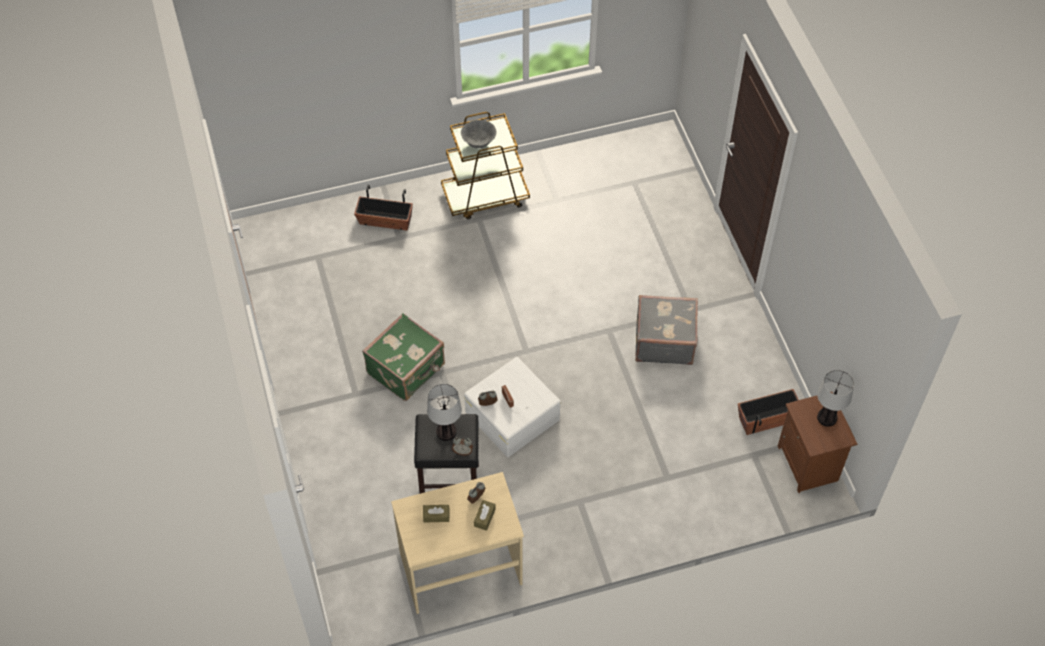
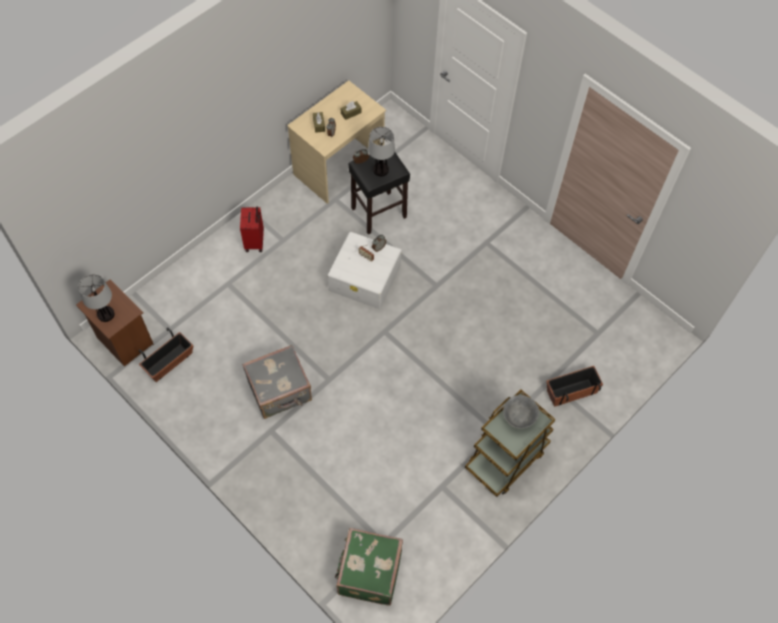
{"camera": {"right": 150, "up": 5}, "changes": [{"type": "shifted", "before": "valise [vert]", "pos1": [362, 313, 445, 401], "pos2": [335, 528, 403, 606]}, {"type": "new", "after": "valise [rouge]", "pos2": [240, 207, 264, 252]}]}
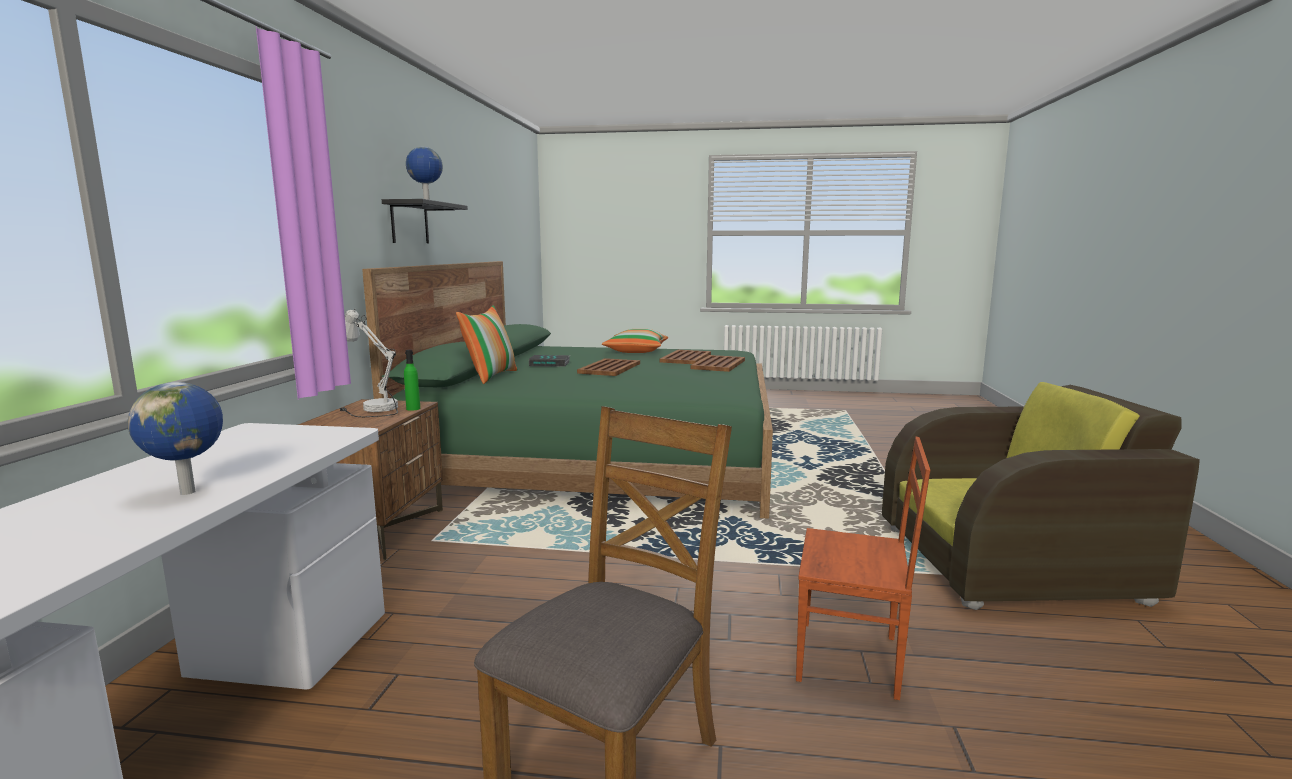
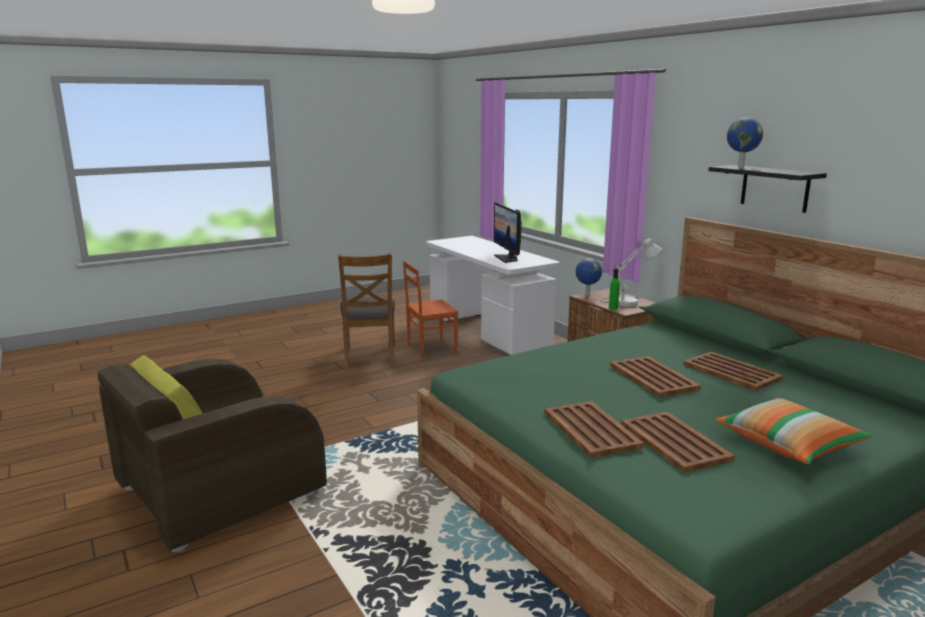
{"camera": {"right": 140, "up": 5}, "changes": [{"type": "gone", "before": "coussin", "pos1": [456, 305, 518, 384]}, {"type": "swapped", "before": "livre", "after": "plateau [marron]", "pos1": [529, 355, 570, 367], "pos2": [683, 351, 783, 391]}, {"type": "shifted", "before": "globe", "pos1": [127, 382, 223, 495], "pos2": [575, 258, 602, 297]}, {"type": "shifted", "before": "chaise [marron]", "pos1": [796, 437, 931, 700], "pos2": [403, 261, 459, 359]}, {"type": "new", "after": "écran d'ordinateur", "pos2": [494, 202, 522, 263]}]}
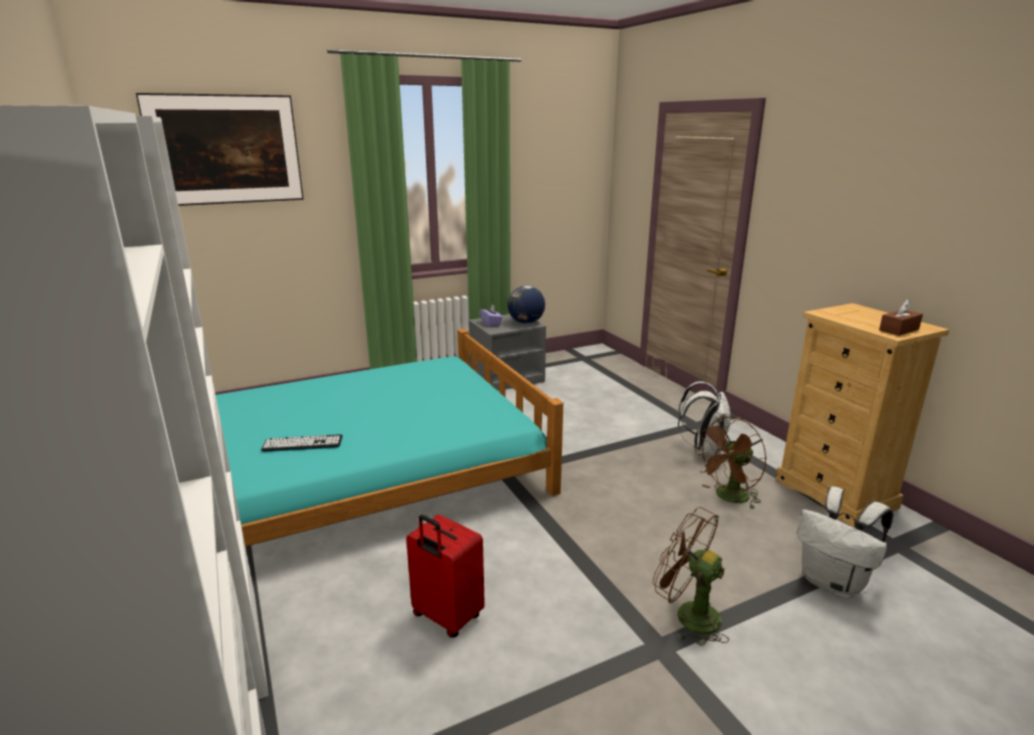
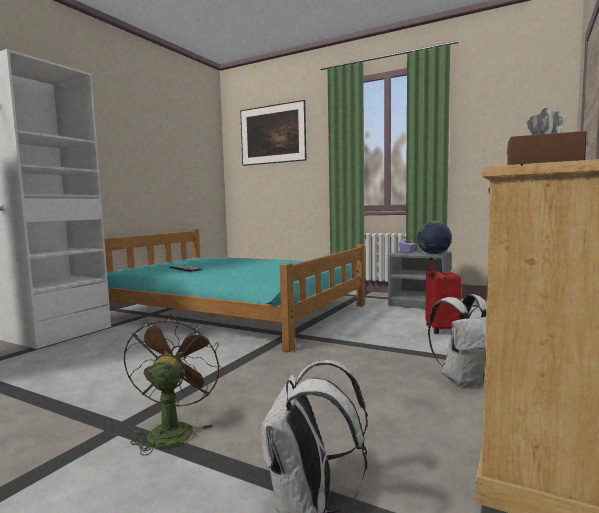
{"camera": {"right": 55, "up": -15}, "changes": [{"type": "gone", "before": "ventilateur [marron]", "pos1": [694, 416, 767, 509]}, {"type": "shifted", "before": "valise [rouge]", "pos1": [406, 514, 485, 638], "pos2": [426, 257, 462, 334]}]}
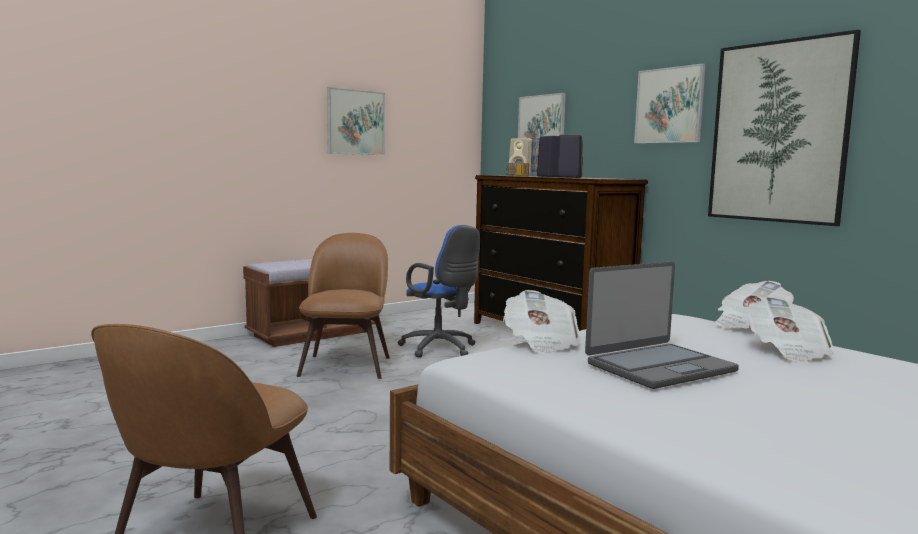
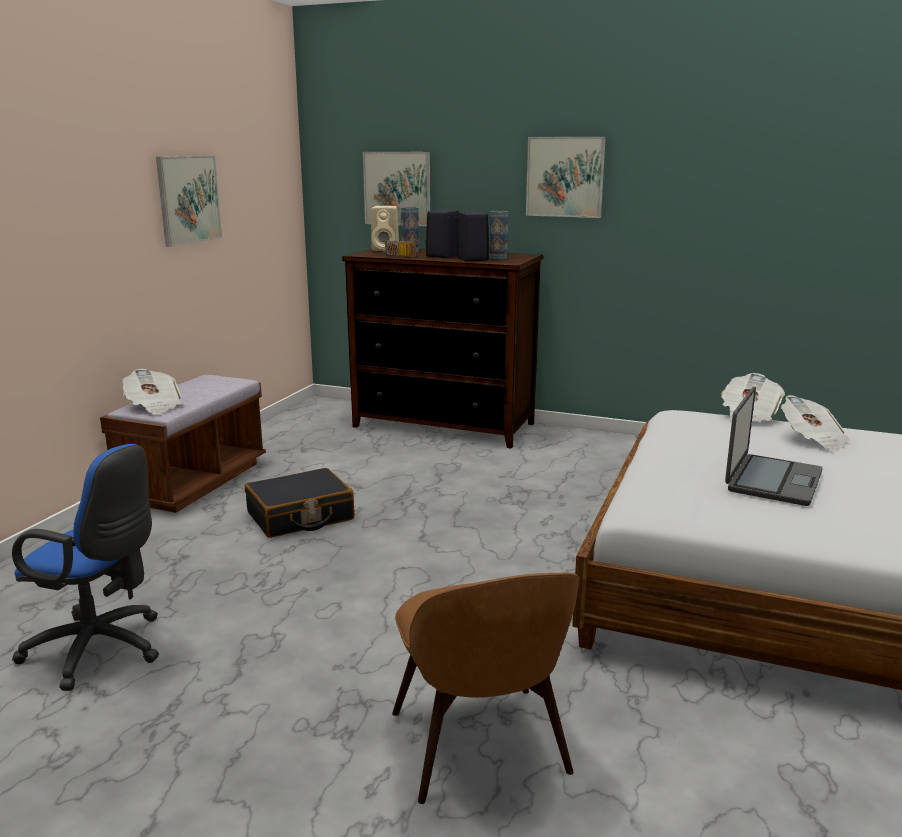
{"camera": {"right": -30, "up": 10}, "changes": [{"type": "gone", "before": "tableau", "pos1": [708, 30, 861, 226]}, {"type": "shifted", "before": "chaise de bureau [bleu]", "pos1": [398, 225, 480, 358], "pos2": [12, 444, 159, 691]}, {"type": "swapped", "before": "chaise [marron]", "after": "valise [noir]", "pos1": [296, 233, 390, 379], "pos2": [245, 468, 354, 538]}, {"type": "shifted", "before": "journal", "pos1": [503, 290, 579, 354], "pos2": [122, 369, 182, 415]}, {"type": "new", "after": "vase", "pos2": [489, 211, 508, 259]}]}
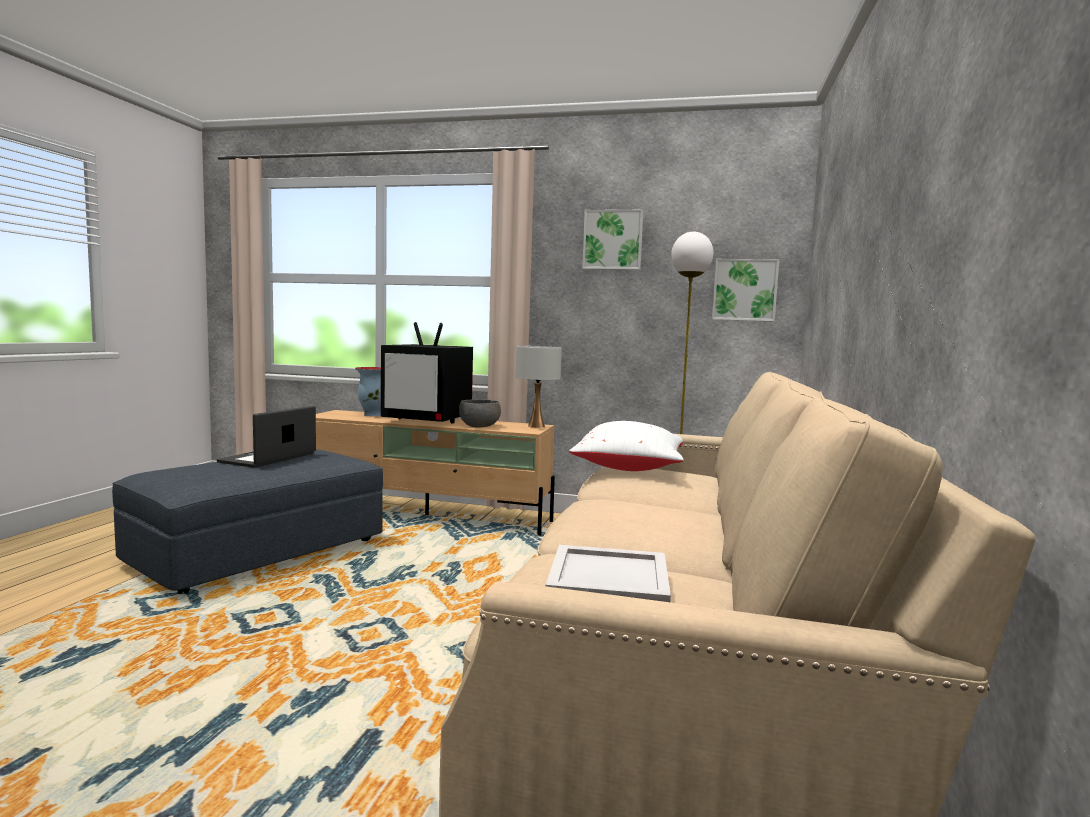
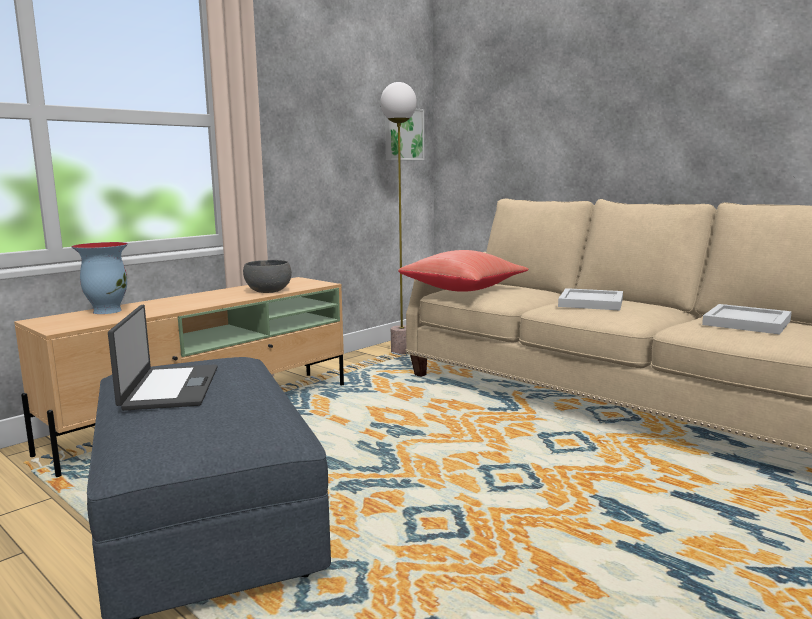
{"camera": {"right": -60, "up": 5}, "changes": [{"type": "gone", "before": "tableau", "pos1": [582, 209, 643, 270]}, {"type": "gone", "before": "téléviseur", "pos1": [381, 322, 473, 423]}, {"type": "gone", "before": "lampe de table [blanc]", "pos1": [516, 346, 562, 428]}, {"type": "rotated", "before": "ordinateur portable", "pos1": [217, 406, 316, 468], "pos2": [108, 304, 218, 411], "turn": -150}, {"type": "repainted", "before": "coussin [blanc]", "after": "coussin [rouge]", "pos1": [569, 421, 684, 471], "pos2": [398, 250, 528, 292]}, {"type": "new", "after": "plateau [blanc]", "pos2": [558, 288, 623, 311]}]}
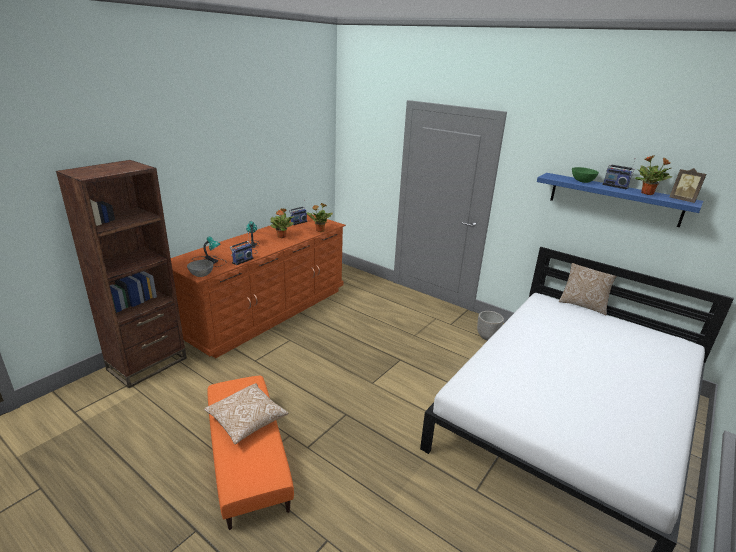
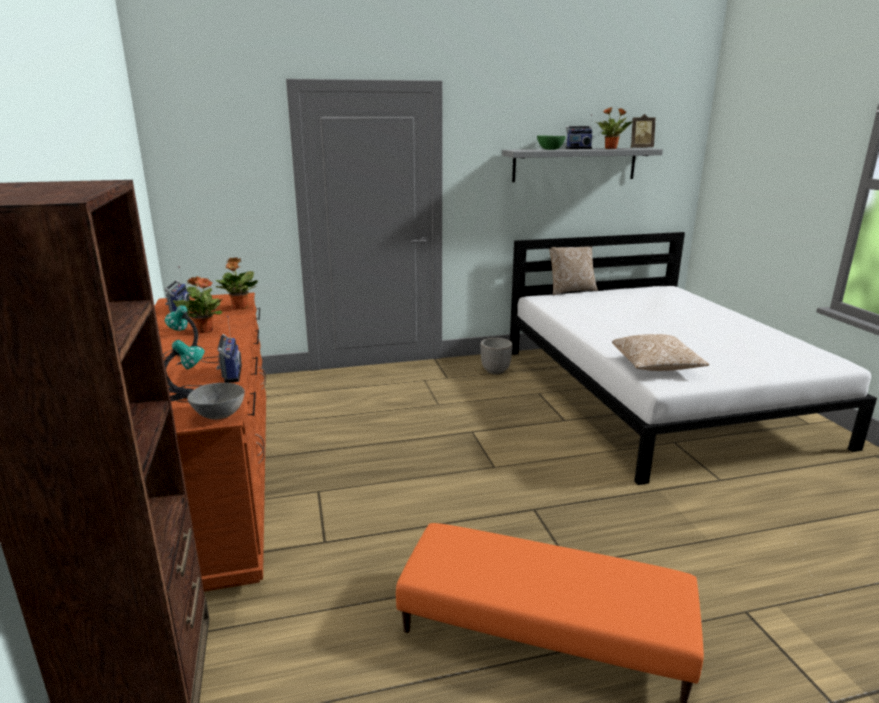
{"camera": {"right": -50, "up": -5}, "changes": [{"type": "repainted", "before": "étagère [bleu]", "after": "étagère [gris]", "pos1": [537, 173, 703, 227], "pos2": [502, 148, 663, 182]}, {"type": "shifted", "before": "coussin", "pos1": [204, 383, 289, 445], "pos2": [612, 334, 709, 371]}]}
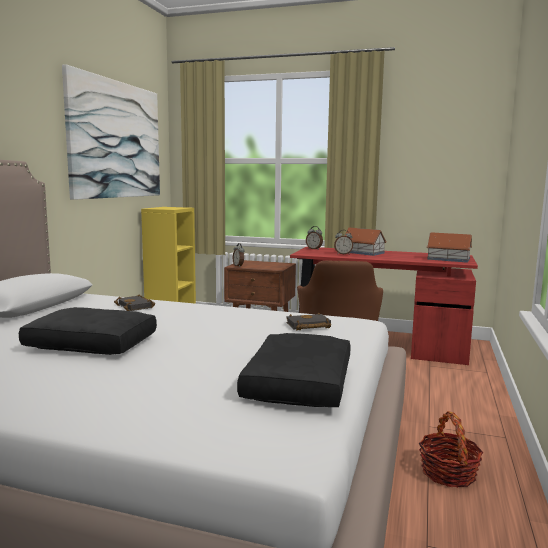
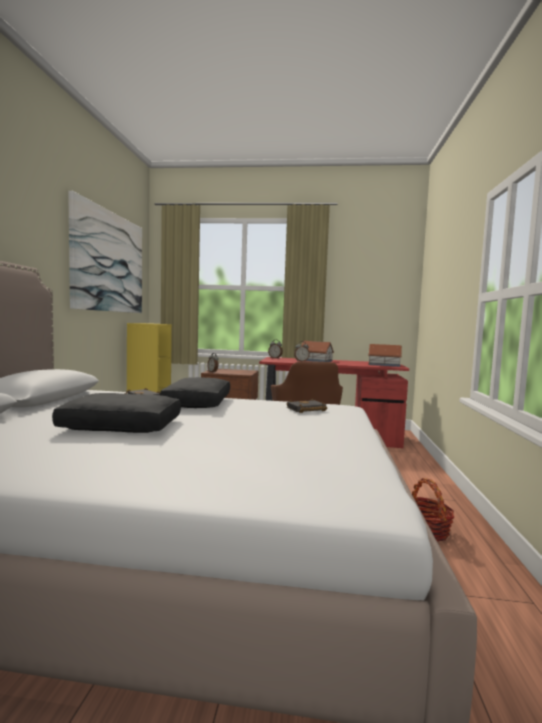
{"camera": {"right": -10, "up": -5}, "changes": [{"type": "shifted", "before": "coussin [noir]", "pos1": [237, 333, 351, 407], "pos2": [160, 377, 230, 408]}]}
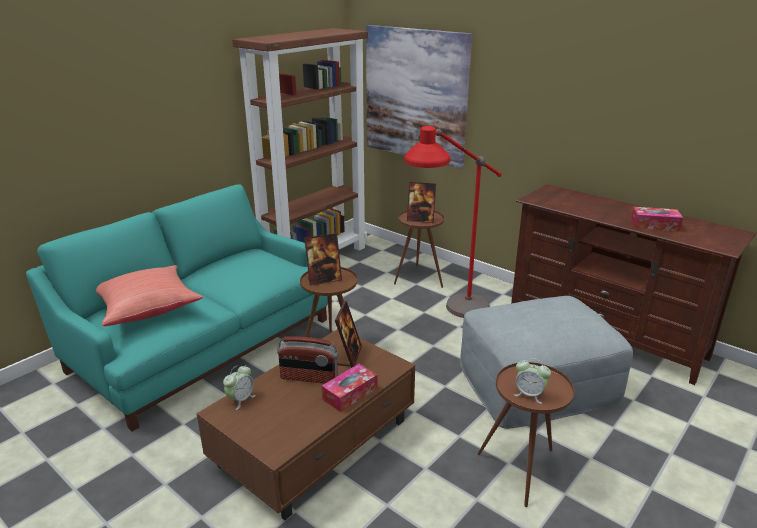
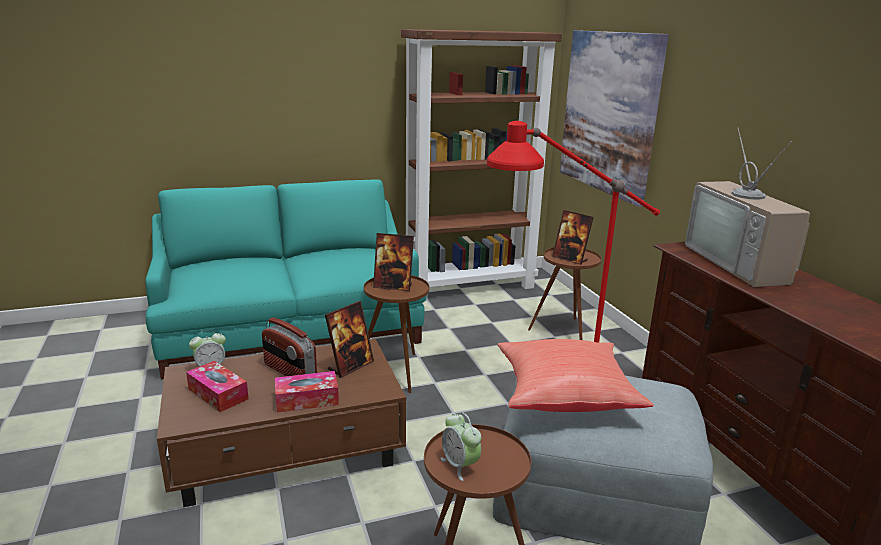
{"camera": {"right": 30, "up": -5}, "changes": [{"type": "shifted", "before": "boîte à mouchoirs", "pos1": [630, 207, 683, 231], "pos2": [186, 361, 249, 412]}, {"type": "shifted", "before": "coussin [rouge]", "pos1": [96, 265, 203, 326], "pos2": [497, 339, 654, 412]}, {"type": "new", "after": "téléviseur", "pos2": [685, 128, 810, 287]}]}
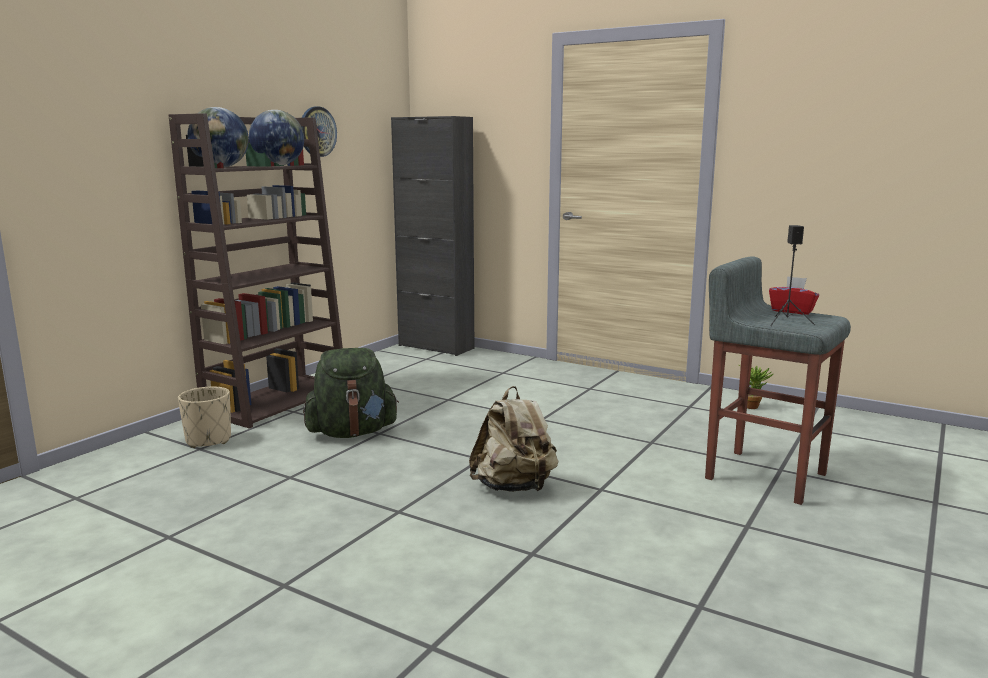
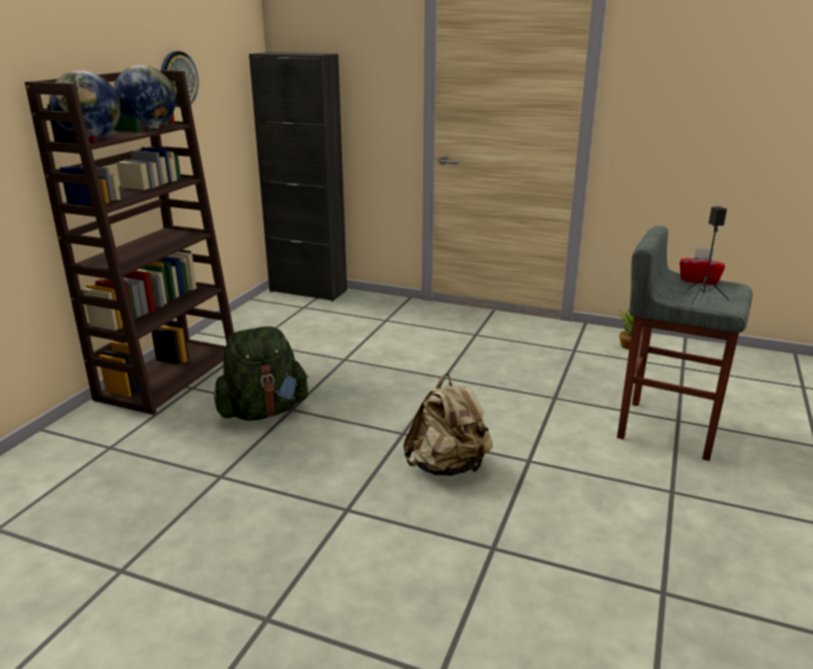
{"camera": {"right": -10, "up": 10}, "changes": [{"type": "gone", "before": "cache-pot [beige]", "pos1": [178, 386, 231, 448]}]}
